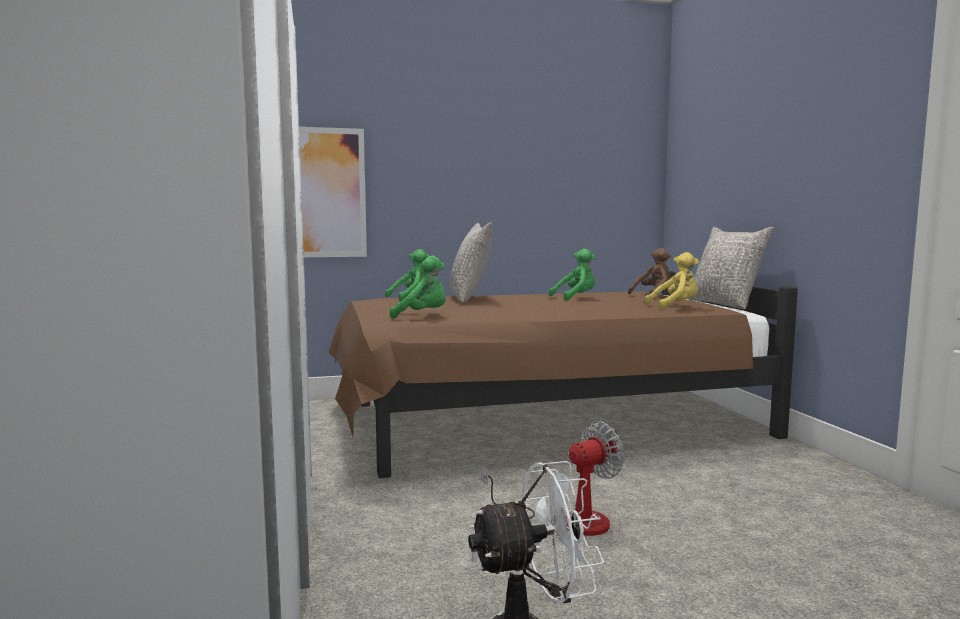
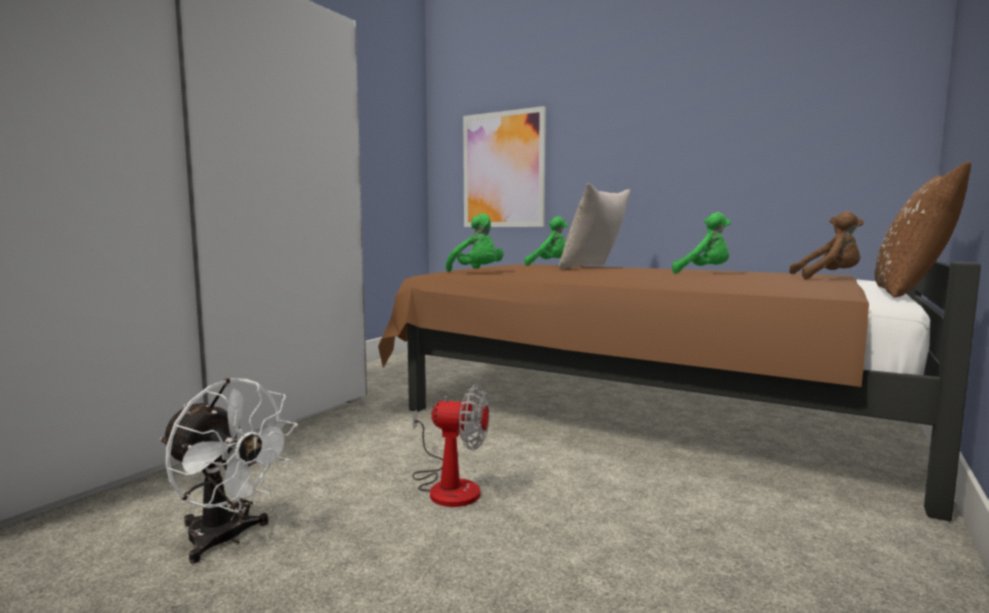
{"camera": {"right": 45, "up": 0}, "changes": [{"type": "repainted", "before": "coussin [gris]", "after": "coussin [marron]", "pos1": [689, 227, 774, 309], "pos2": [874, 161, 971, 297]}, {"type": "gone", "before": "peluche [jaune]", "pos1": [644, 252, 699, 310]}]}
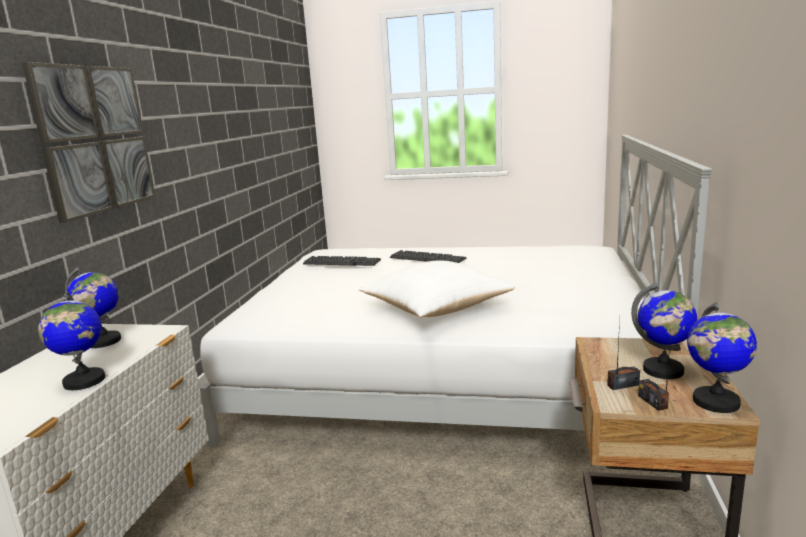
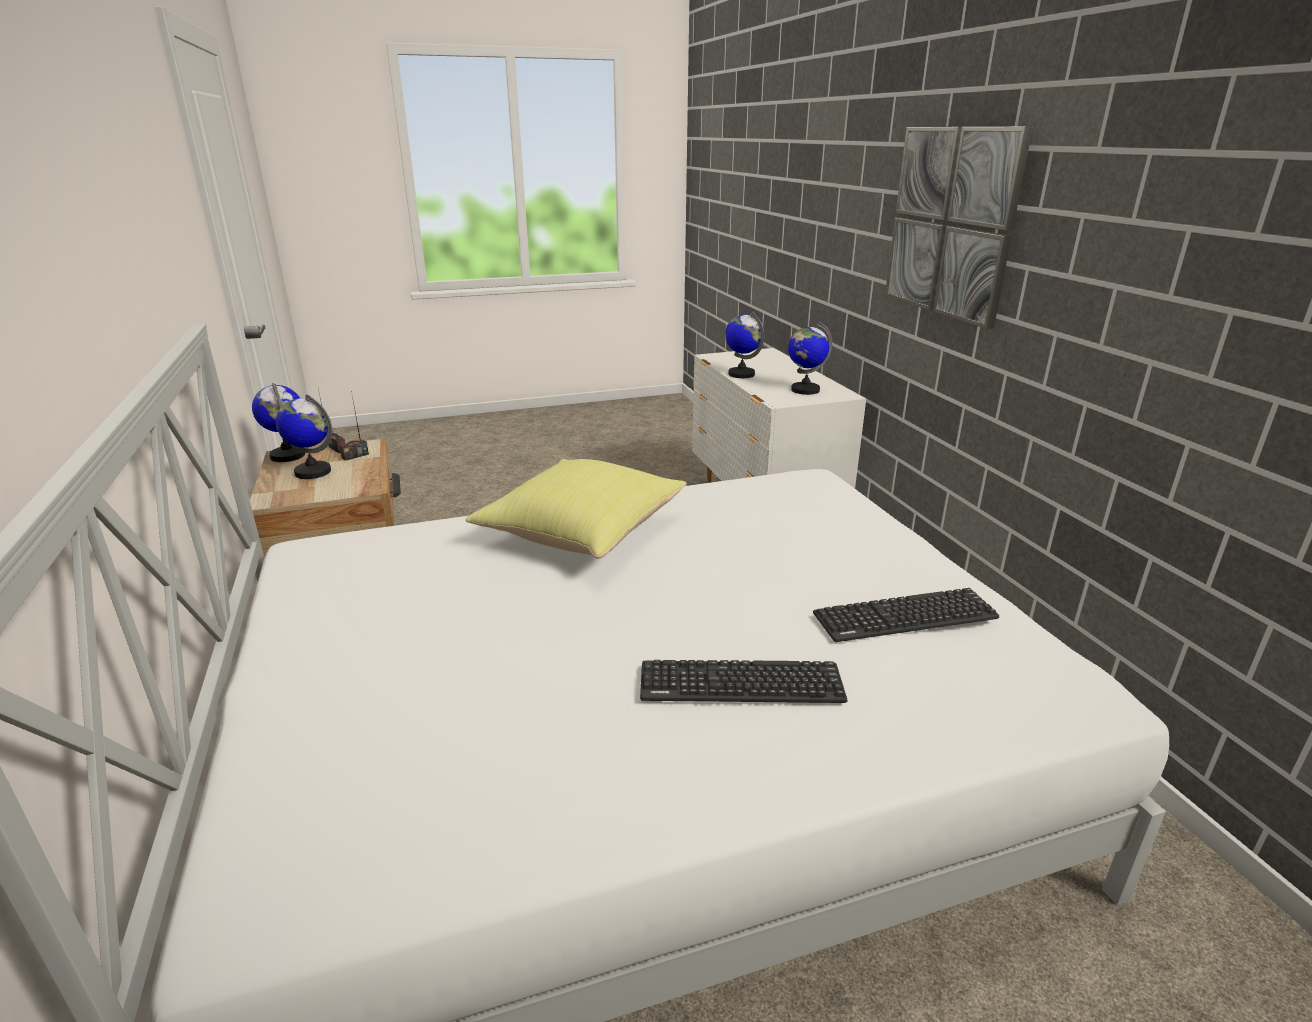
{"camera": {"right": 150, "up": 10}, "changes": [{"type": "repainted", "before": "coussin [blanc]", "after": "coussin [jaune]", "pos1": [358, 261, 515, 317], "pos2": [466, 459, 687, 559]}]}
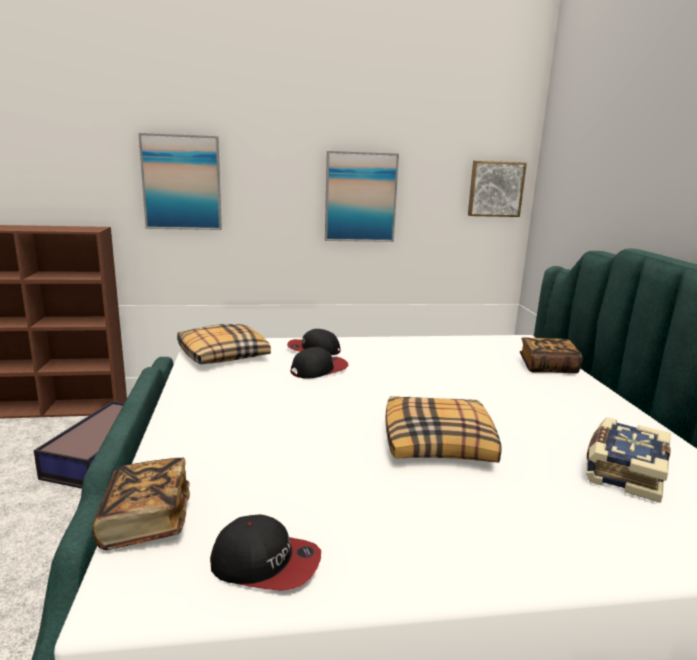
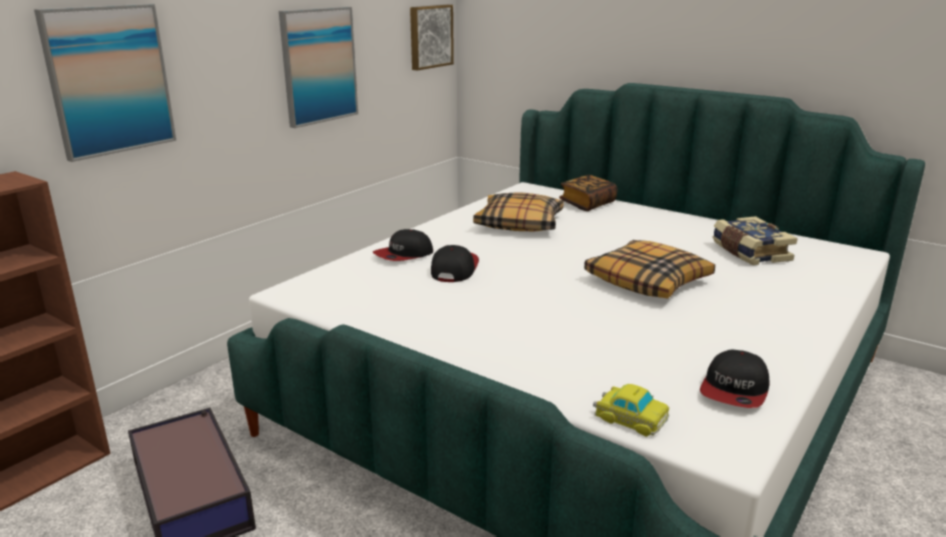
{"camera": {"right": -45, "up": 5}, "changes": [{"type": "shifted", "before": "coussin", "pos1": [177, 324, 271, 365], "pos2": [473, 192, 564, 231]}, {"type": "swapped", "before": "livre", "after": "petite voiture", "pos1": [92, 458, 190, 550], "pos2": [593, 384, 669, 437]}, {"type": "rotated", "before": "casquette", "pos1": [210, 515, 321, 591], "pos2": [700, 350, 769, 408], "turn": 150}]}
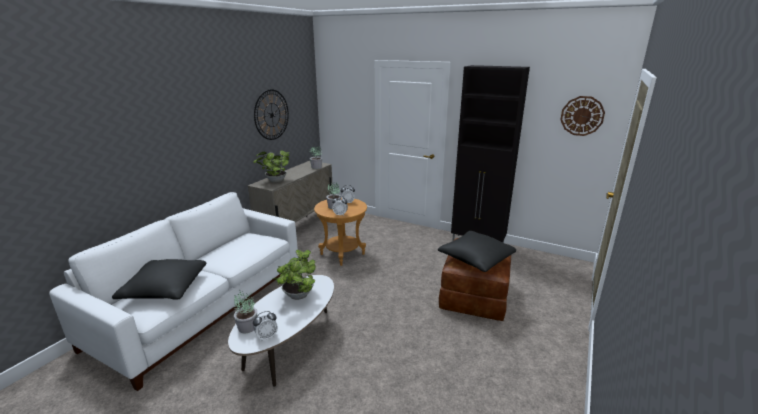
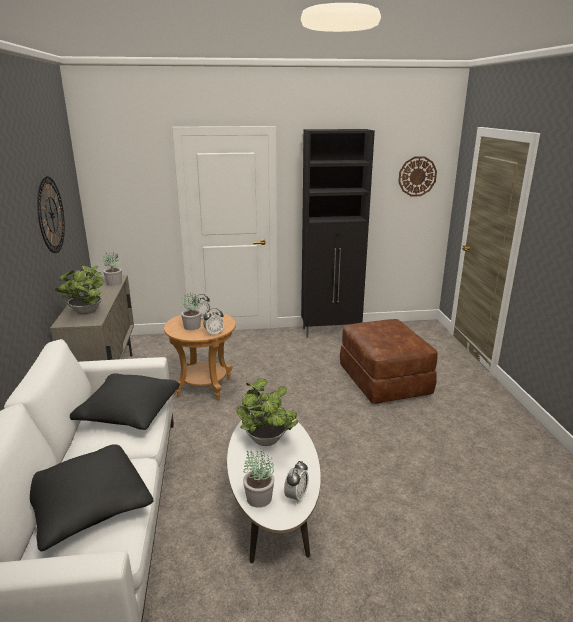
{"camera": {"right": -35, "up": 0}, "changes": [{"type": "shifted", "before": "coussin [noir]", "pos1": [438, 231, 516, 272], "pos2": [70, 373, 180, 430]}]}
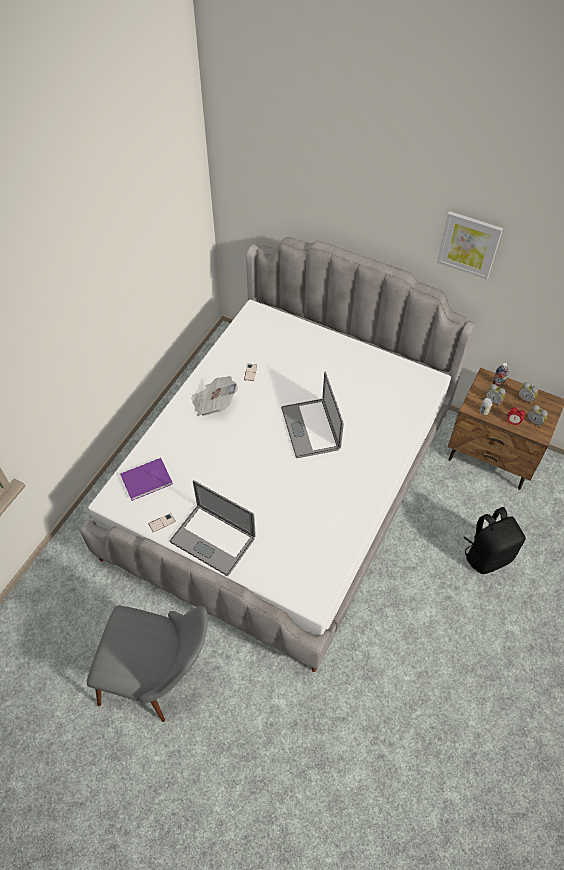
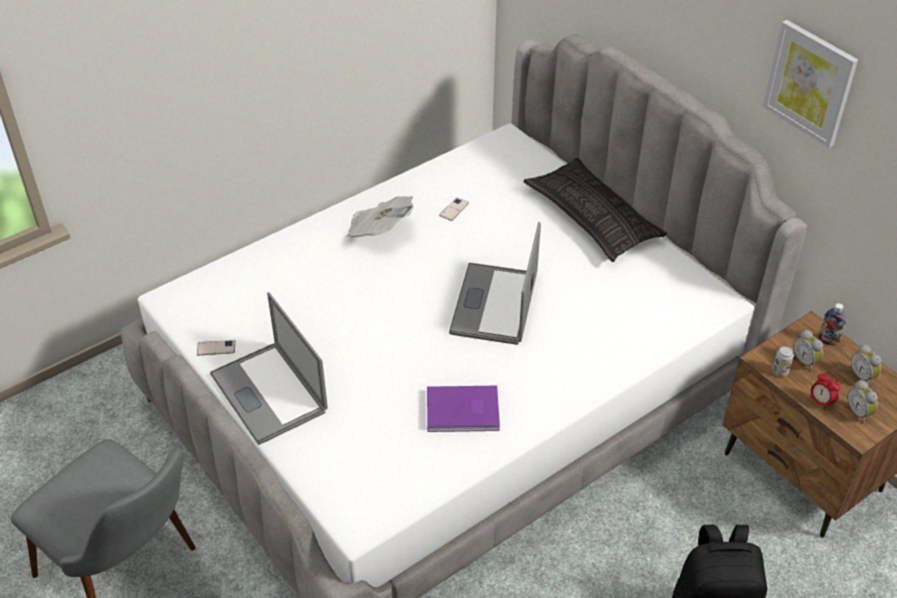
{"camera": {"right": 25, "up": -10}, "changes": [{"type": "shifted", "before": "livre [violet]", "pos1": [120, 458, 173, 501], "pos2": [427, 386, 500, 432]}, {"type": "new", "after": "coussin", "pos2": [523, 158, 667, 262]}]}
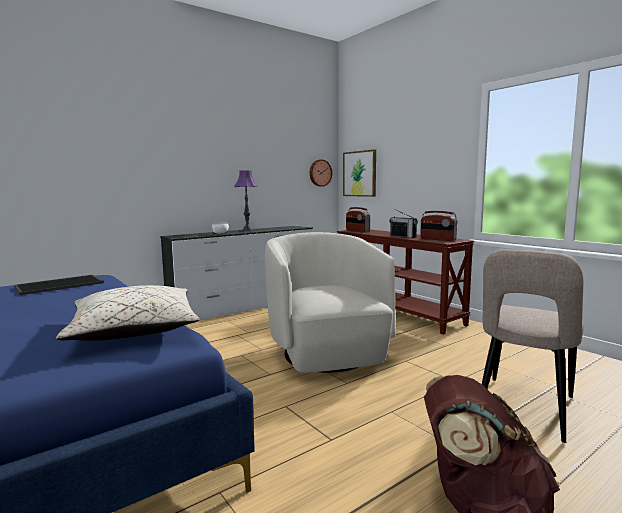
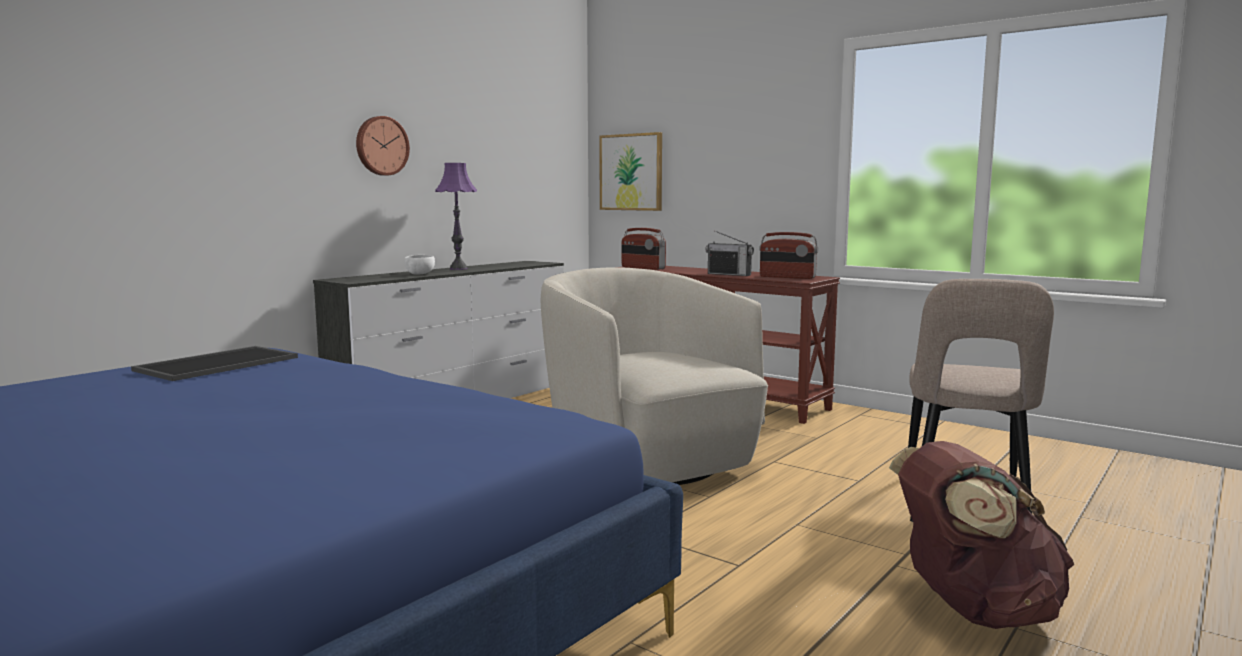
{"camera": {"right": -15, "up": 0}, "changes": [{"type": "shifted", "before": "horloge murale", "pos1": [310, 159, 332, 187], "pos2": [356, 116, 410, 176]}, {"type": "gone", "before": "coussin [beige]", "pos1": [56, 285, 199, 341]}]}
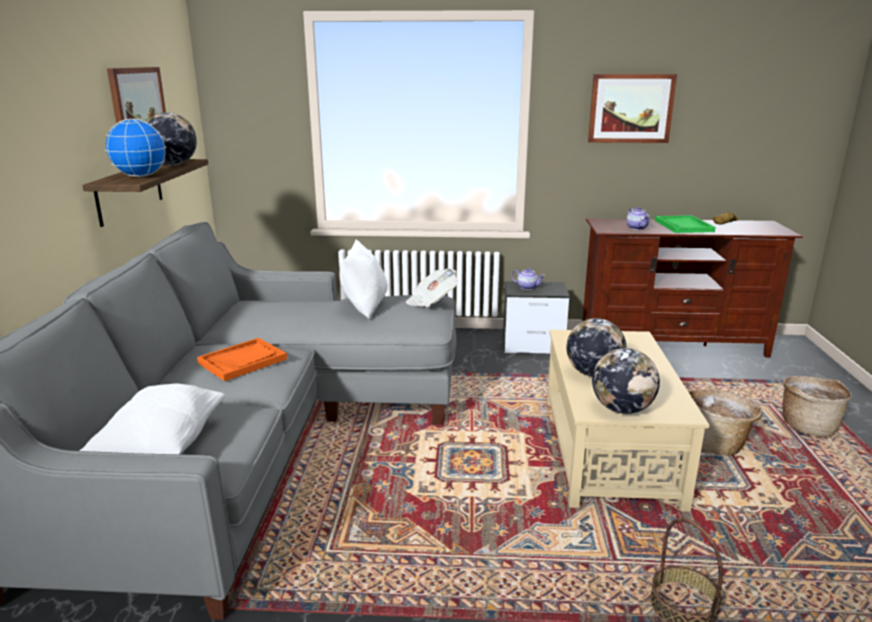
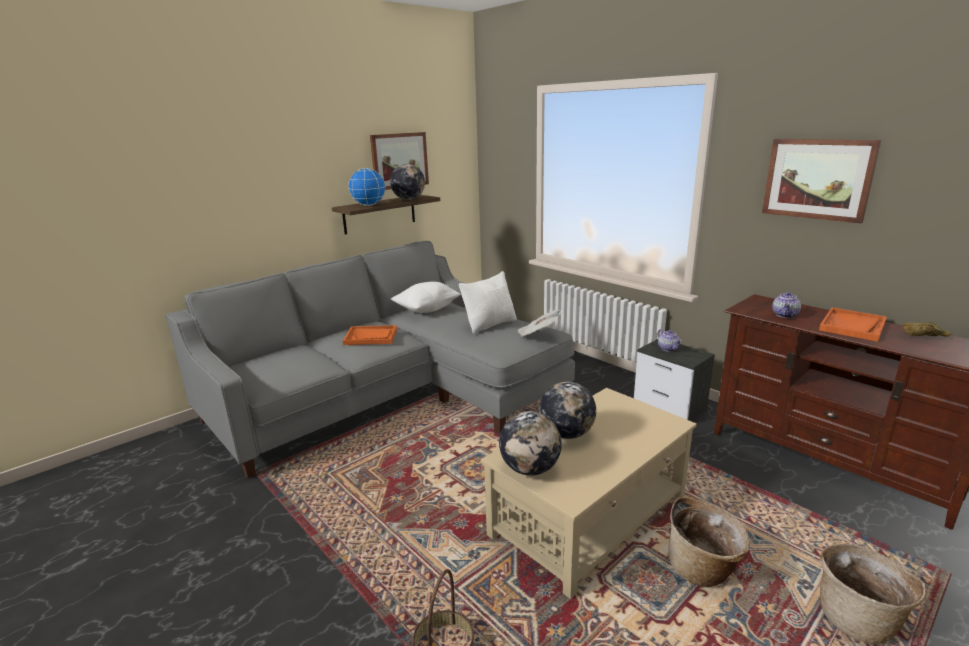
{"camera": {"right": 45, "up": 0}, "changes": [{"type": "repainted", "before": "plateau [vert]", "after": "plateau [orange]", "pos1": [655, 215, 716, 233], "pos2": [819, 307, 887, 342]}, {"type": "shifted", "before": "coussin [blanc]", "pos1": [79, 383, 225, 454], "pos2": [391, 281, 460, 313]}]}
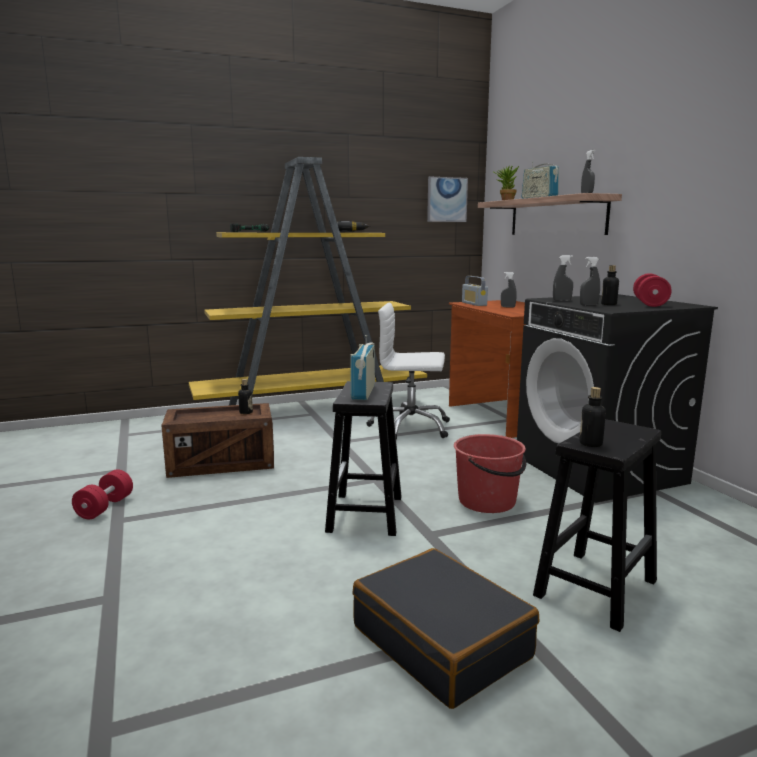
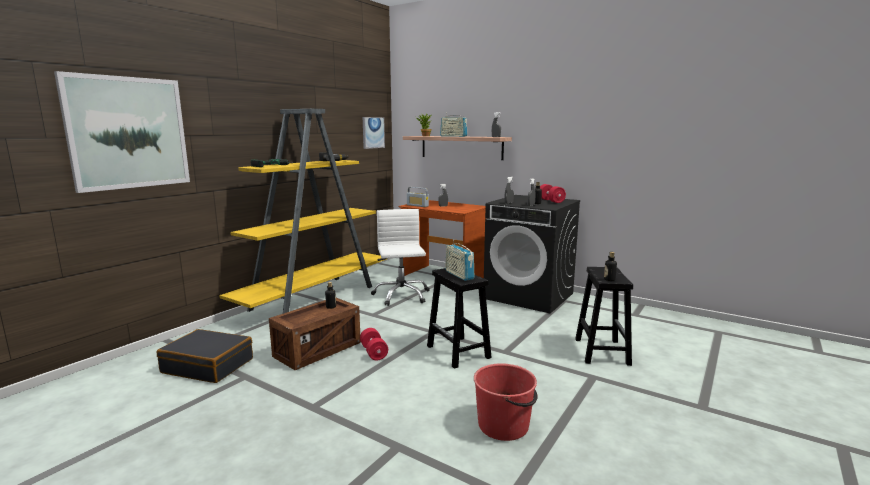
{"camera": {"right": -35, "up": 0}, "changes": [{"type": "rotated", "before": "chaise de bureau [blanc]", "pos1": [366, 303, 450, 440], "pos2": [371, 209, 430, 306], "turn": 105}, {"type": "shifted", "before": "seau [rouge]", "pos1": [454, 434, 526, 513], "pos2": [474, 363, 538, 441]}, {"type": "shifted", "before": "haltère [rouge]", "pos1": [72, 469, 133, 519], "pos2": [360, 328, 388, 361]}, {"type": "shifted", "before": "valise [noir]", "pos1": [352, 548, 539, 709], "pos2": [157, 329, 253, 383]}, {"type": "new", "after": "tableau", "pos2": [54, 71, 190, 193]}]}
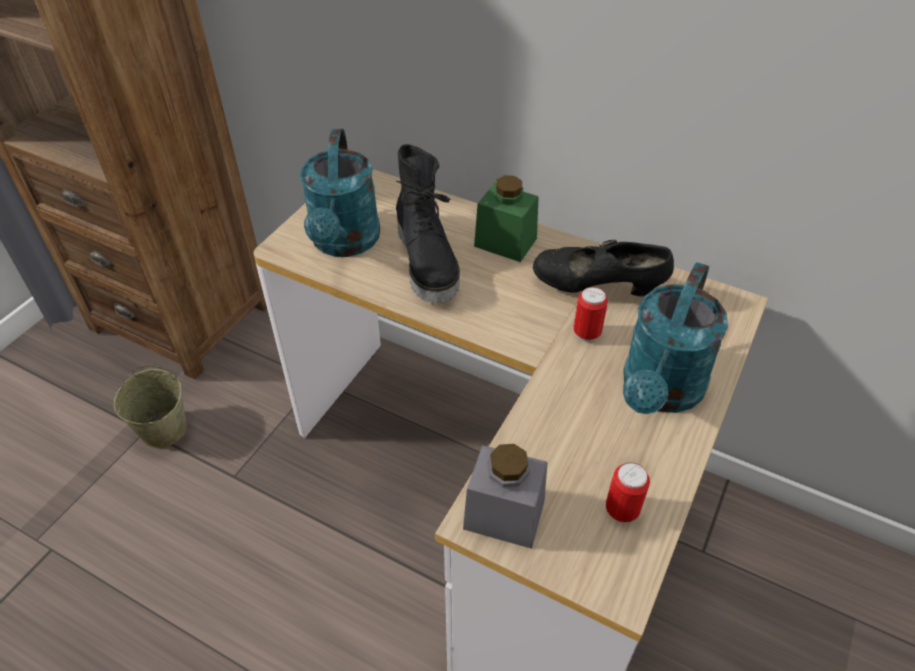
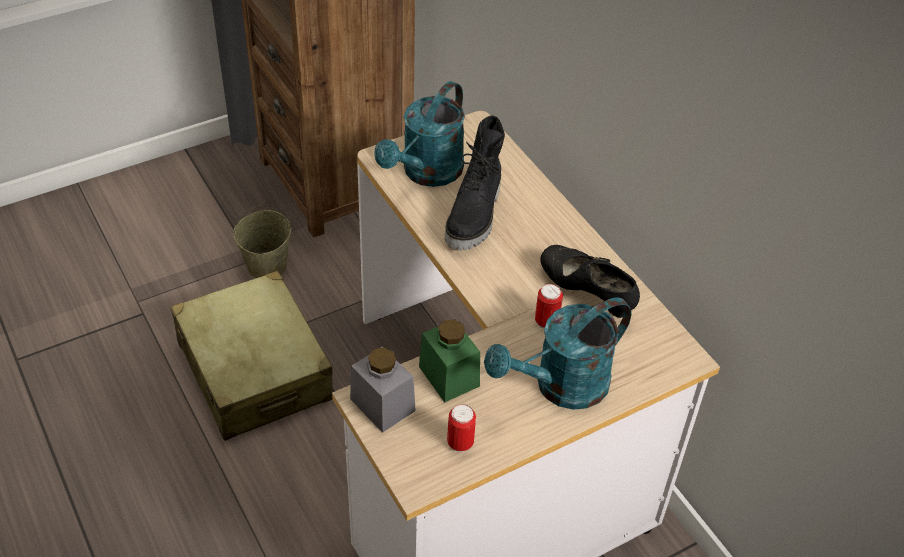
{"camera": {"right": 30, "up": 0}, "changes": [{"type": "shifted", "before": "bocal [vert]", "pos1": [474, 175, 539, 262], "pos2": [419, 319, 480, 402]}, {"type": "new", "after": "valise [beige]", "pos2": [171, 271, 333, 441]}]}
